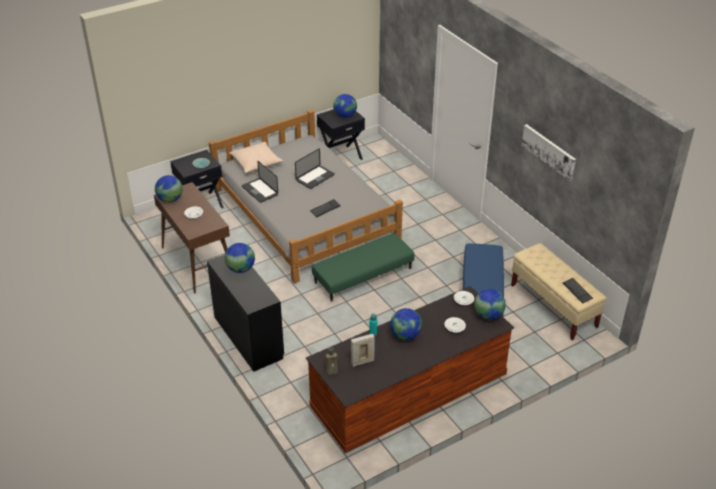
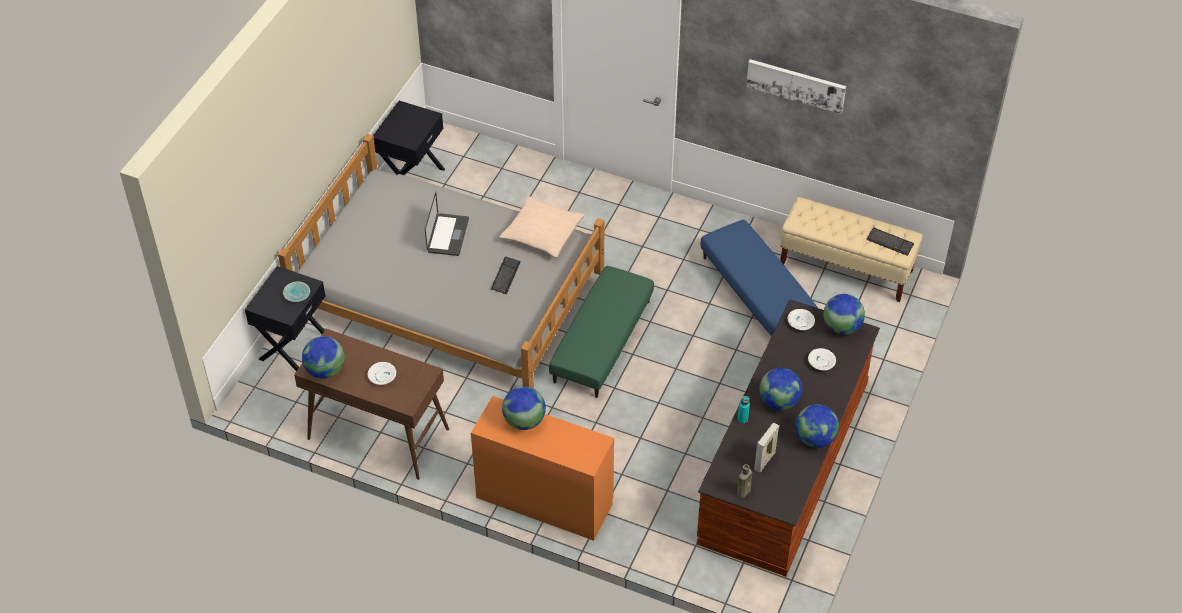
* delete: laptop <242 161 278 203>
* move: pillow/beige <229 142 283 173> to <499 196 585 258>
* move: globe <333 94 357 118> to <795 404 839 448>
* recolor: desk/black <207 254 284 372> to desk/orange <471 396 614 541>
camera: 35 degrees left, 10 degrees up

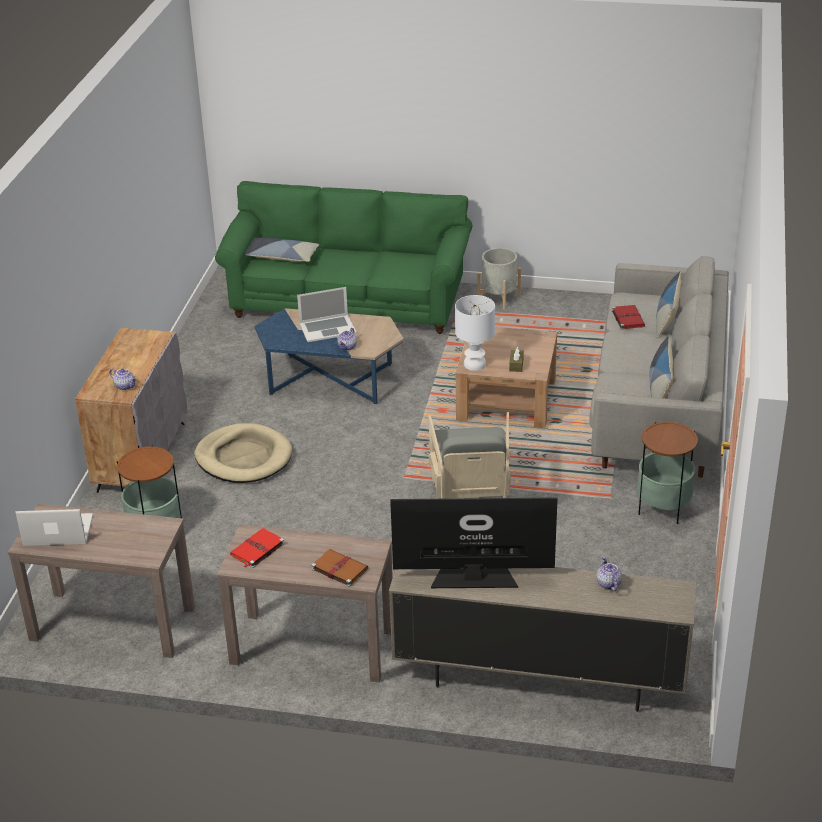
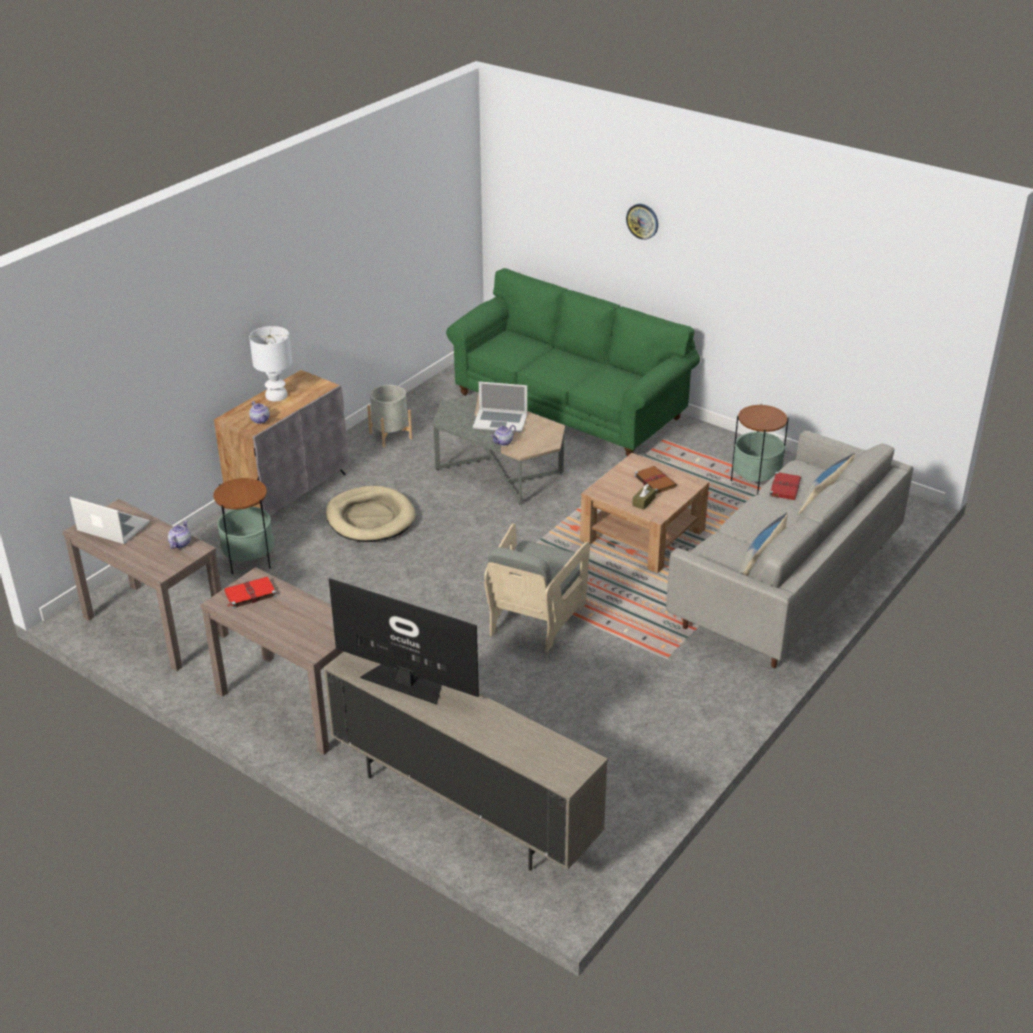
* delete: pillow <245 237 319 262>
* insert: wall clock <626 204 658 240>
* move: book/brown <312 549 368 587> to <634 466 677 494>
* move: table lamp/white <455 295 495 371> to <249 326 292 401>
* move: planter/grey <478 248 521 309> to <367 385 412 448>
* move: teapot <596 557 622 591> to <168 520 191 549>
* move: side table <636 422 698 524> to <731 404 789 495>
* recolor: coffee table/blue <255 308 404 404> to coffee table/grey <432 393 565 505>
camera: 25 degrees right, 0 degrees up

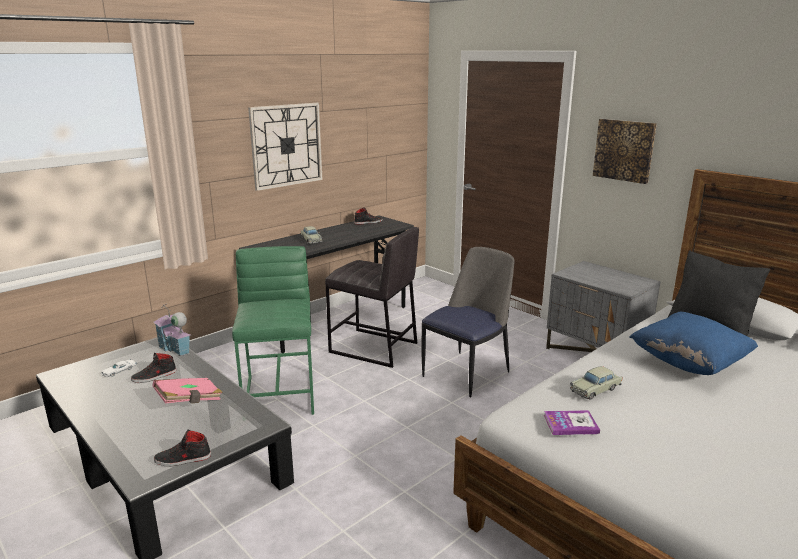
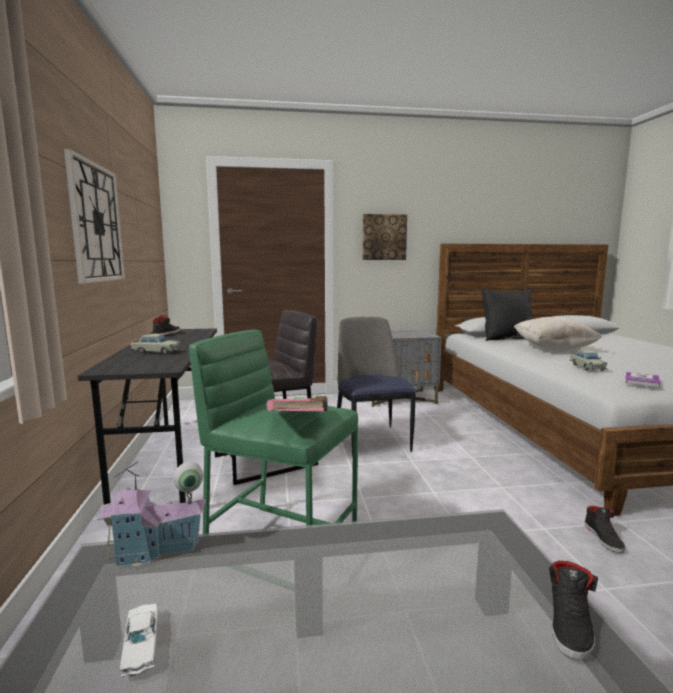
* move: shoe/black <131 353 176 383> to <584 506 625 553>
* move: book/pink <153 378 223 403> to <267 396 328 411>
* recolor: pillow/blue <629 312 758 375> to pillow/beige <514 317 602 351>
camera: 55 degrees left, 10 degrees down

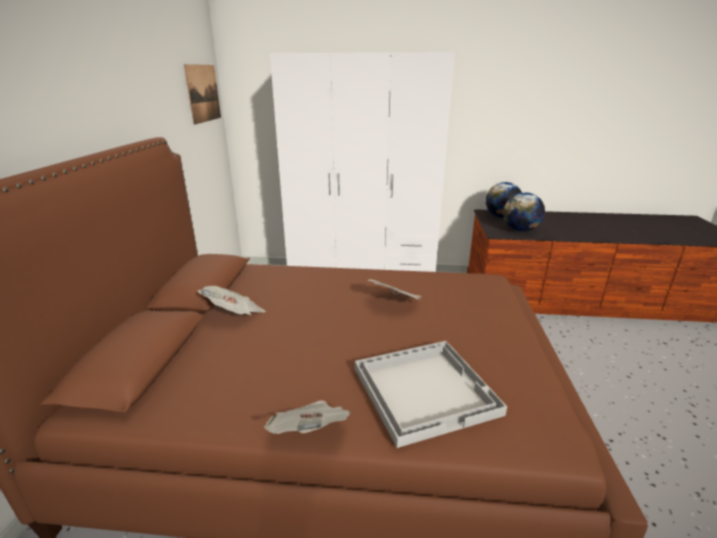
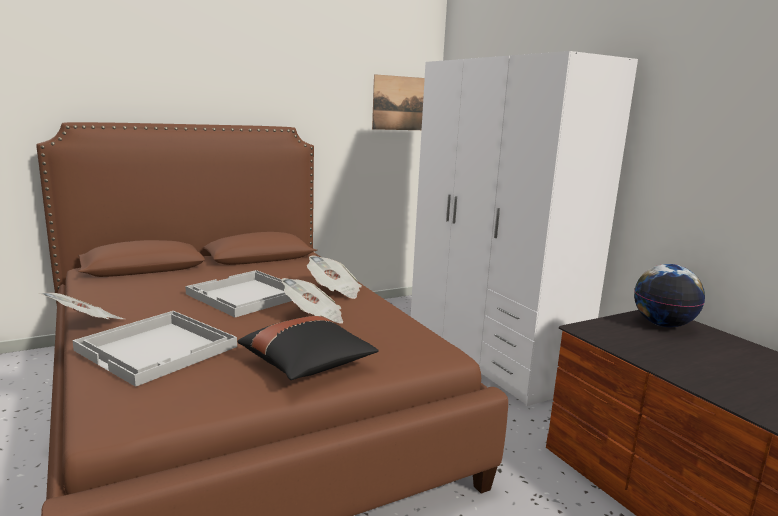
* delete: globe <503 192 545 232>
* insert: tray/white <185 270 292 317>
* insert: pillow/black <237 316 378 380>
* move: newspaper <198 286 266 315> to <307 255 362 299>
camera: 55 degrees right, 10 degrees down

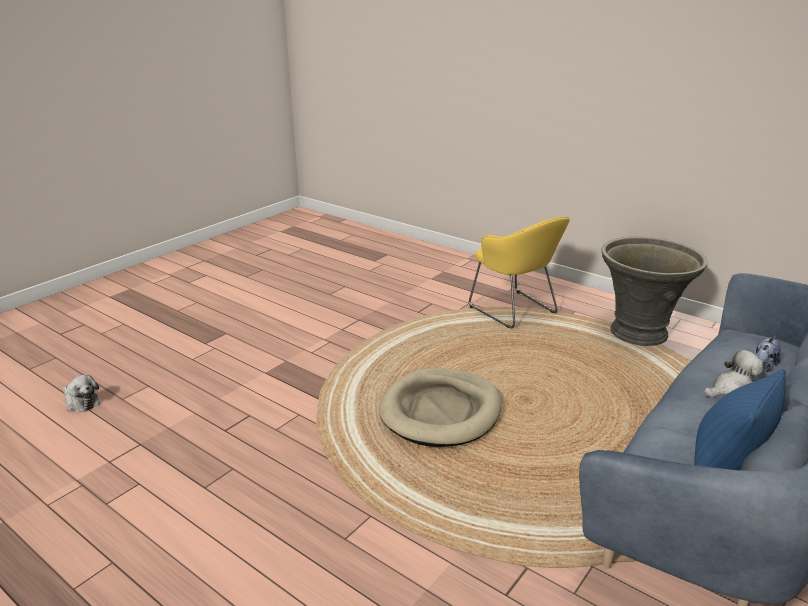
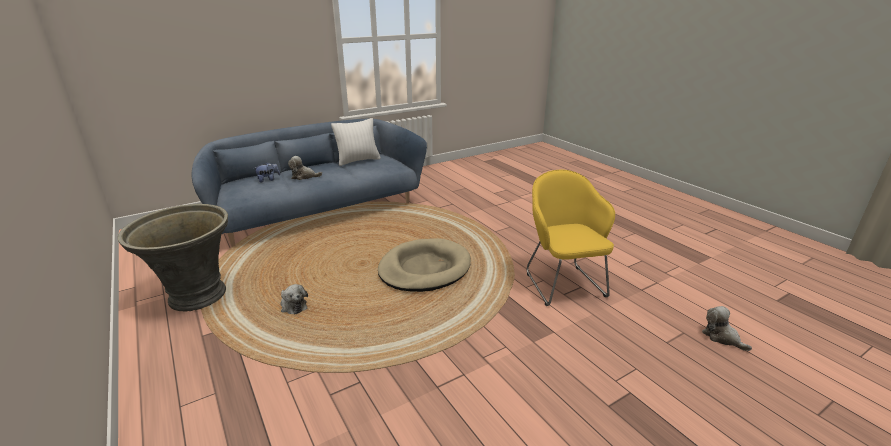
* insert: plush toy <281 284 308 314>
* move: armchair/yellow <469 217 570 329> to <527 170 615 306>
* recolor: pillow/blue <694 369 786 470> to pillow/white <331 118 381 166>
camera: 160 degrees left, 0 degrees up

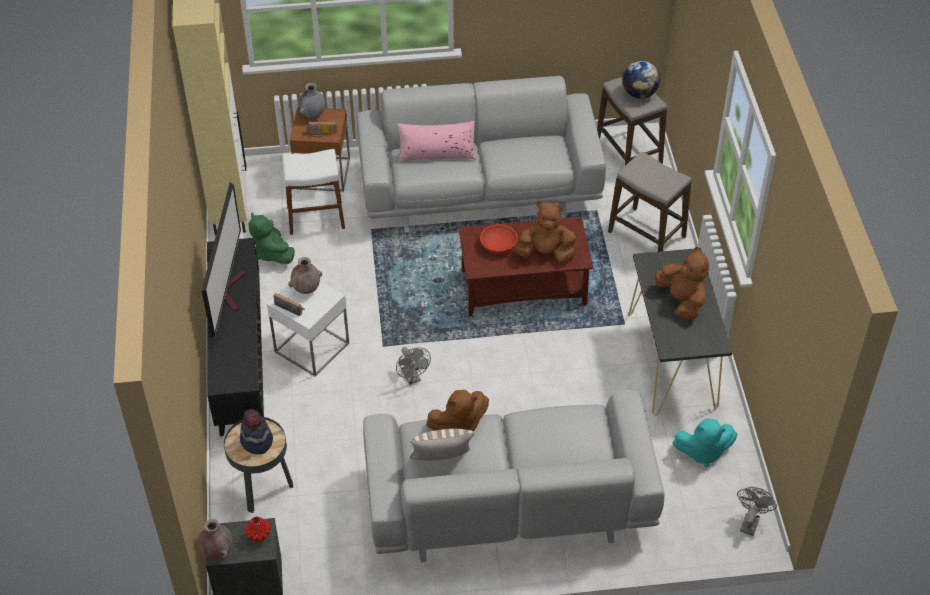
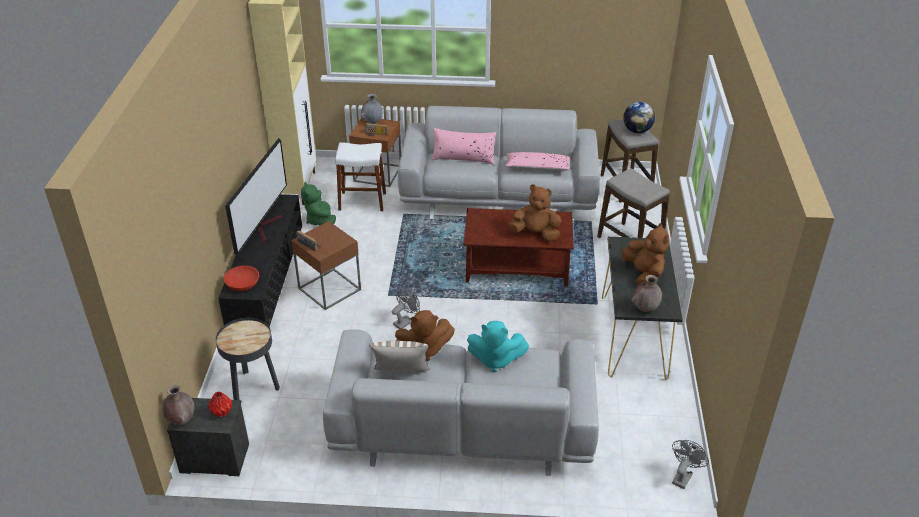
* delete: hat <240 409 273 454>
* insert: pillow/pink <505 152 570 171>
* move: vase/brown <288 257 322 294> to <631 275 663 312>
* move: bowl/red <480 224 518 254> to <224 266 259 291>
* move: plush toy/turquoise <673 418 737 467> to <467 321 529 372>
* recolor: side table/white <267 281 349 376> to side table/brown <291 221 361 310>
* rotate: fan/grey <396 347 431 385> = <392 287 420 329> 120 degrees counterclockwise
camera: 10 degrees right, 10 degrees down

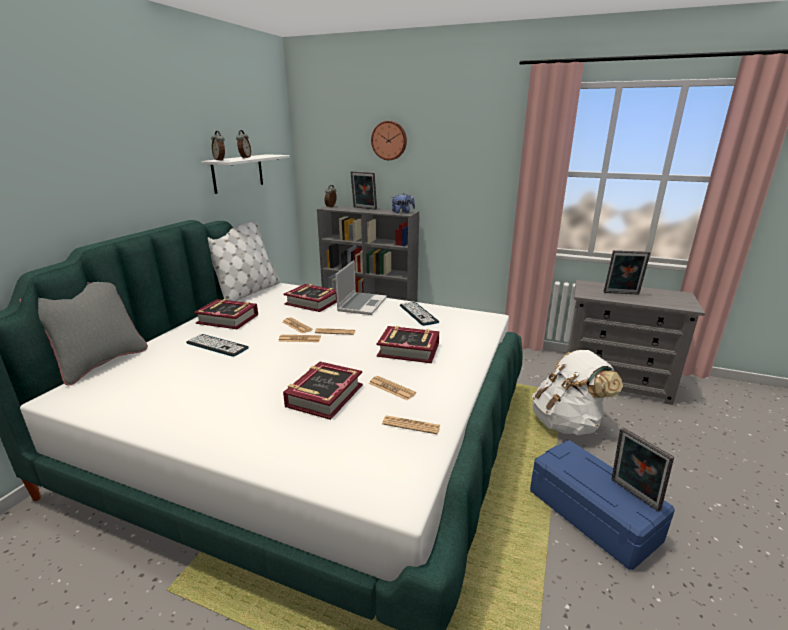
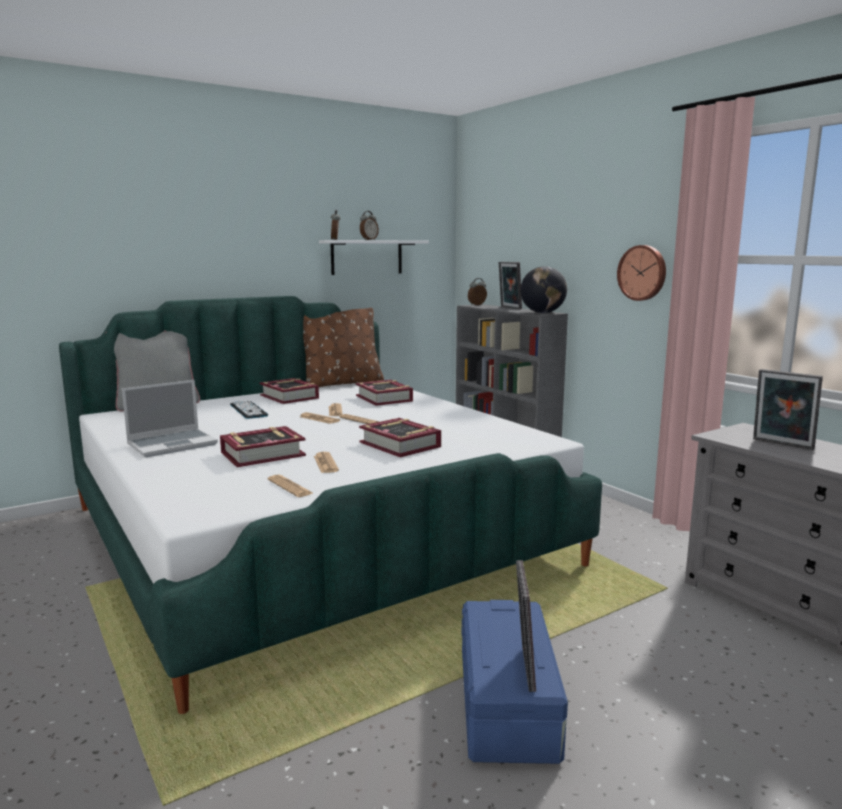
* delete: keyboard <400 302 439 326>
* delete: backpack/white <532 350 623 435>
* move: laptop <335 260 387 315> to <122 380 218 457>
* move: wall clock <371 121 407 160> to <617 245 666 301>
* replace: plush toy <391 193 415 213> to globe <520 266 567 313>
* recolor: pillow/white <208 220 280 301> to pillow/brown <303 308 384 387>
camera: 35 degrees right, 10 degrees down

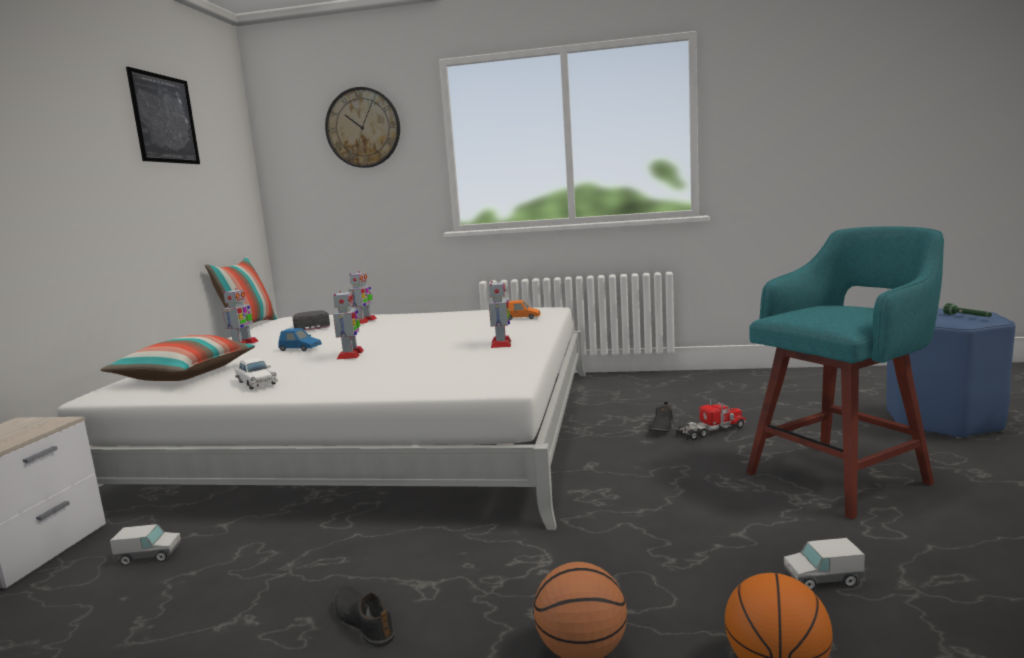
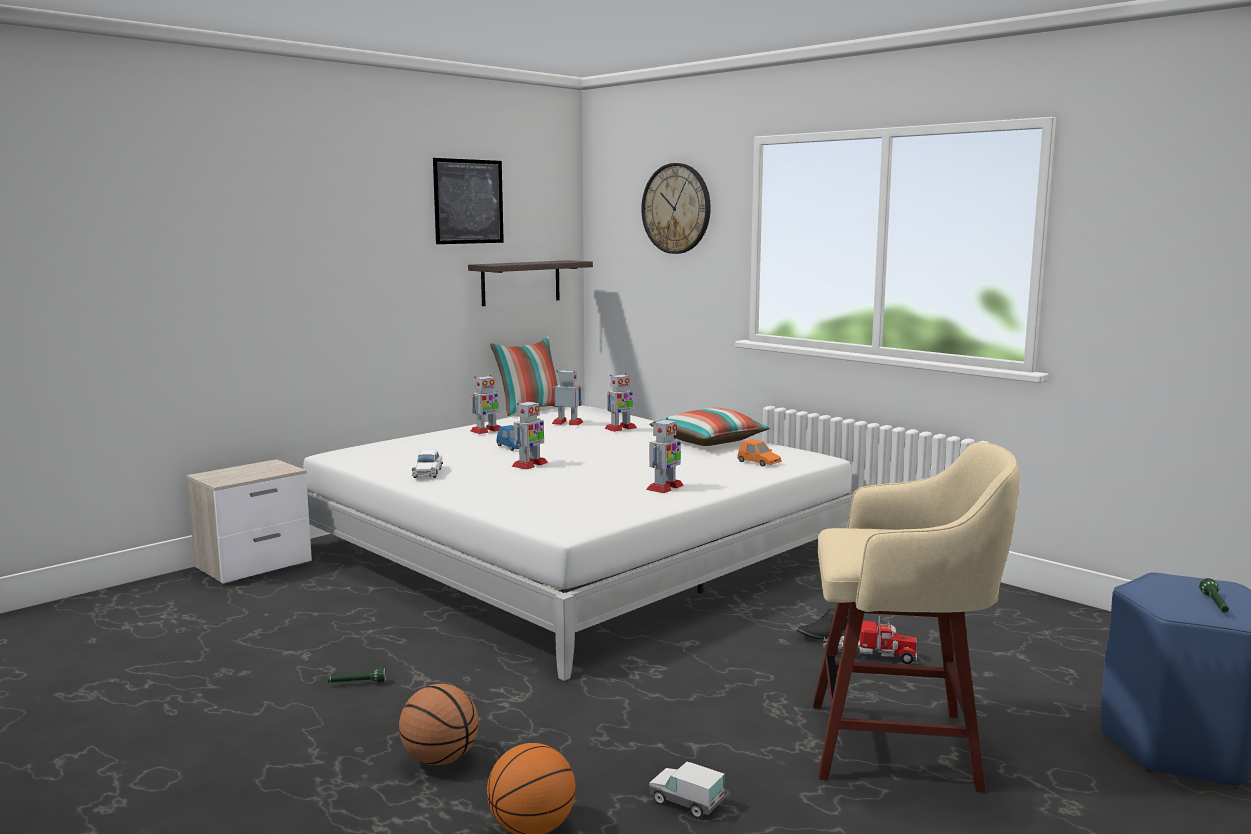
* delete: toy truck <110 524 181 566>
* insert: shelf <468 260 593 306>
* move: pillow <101 335 255 381> to <649 408 770 446>
* replace: cap/black <292 310 330 331> to toy robot <552 370 583 425>
* replace: shoe/black <333 586 394 646> to flashlight/green <328 668 386 683>
* recolor: stool/turquoise <746 226 944 519> to stool/beige <813 442 1020 792>
camera: 35 degrees right, 0 degrees up

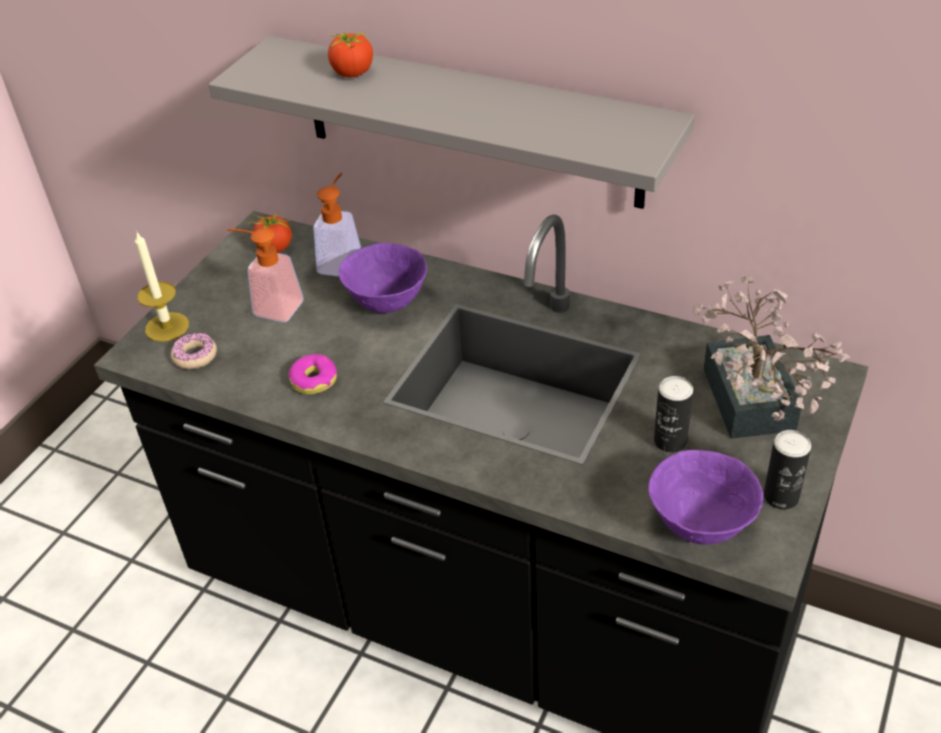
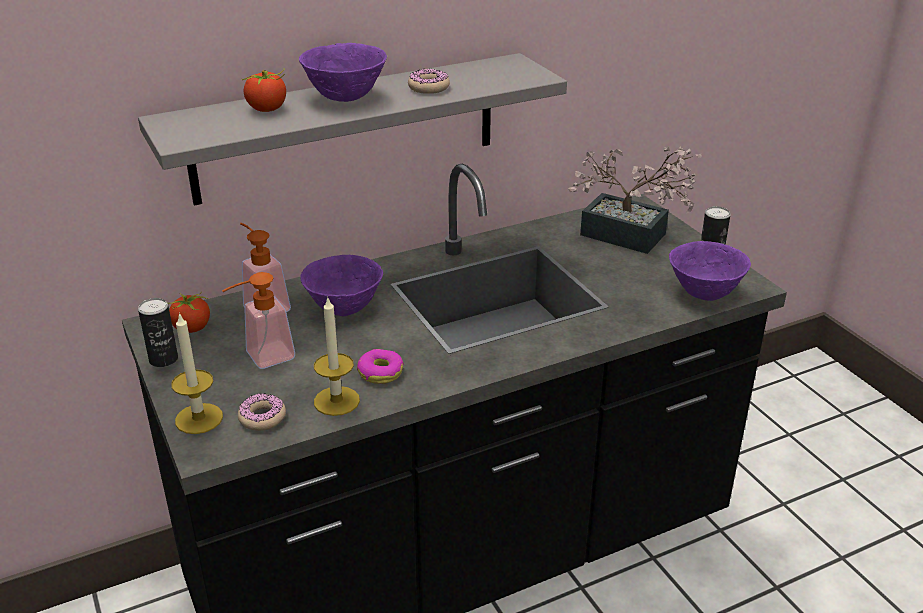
* insert: bowl/purple <299 43 387 102>
* insert: candle <314 297 360 416>
* insert: donut <408 69 450 94>
* move: can <654 376 693 453> to <138 298 178 367>
camera: 55 degrees left, 10 degrees down

